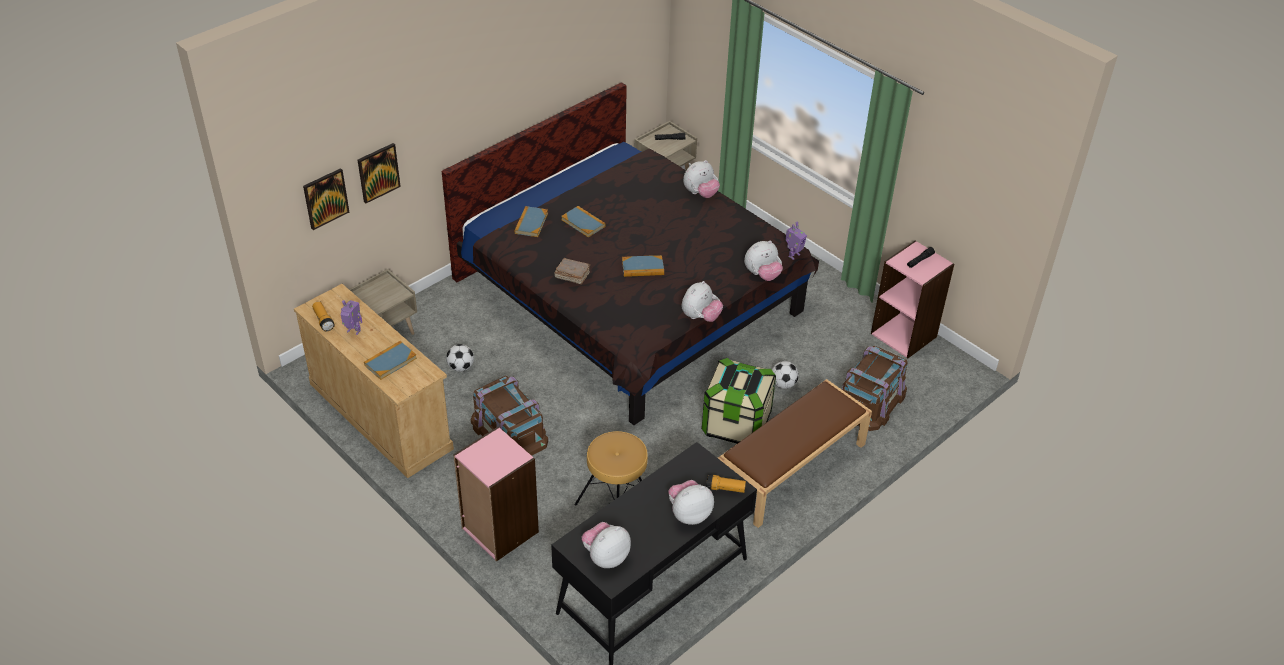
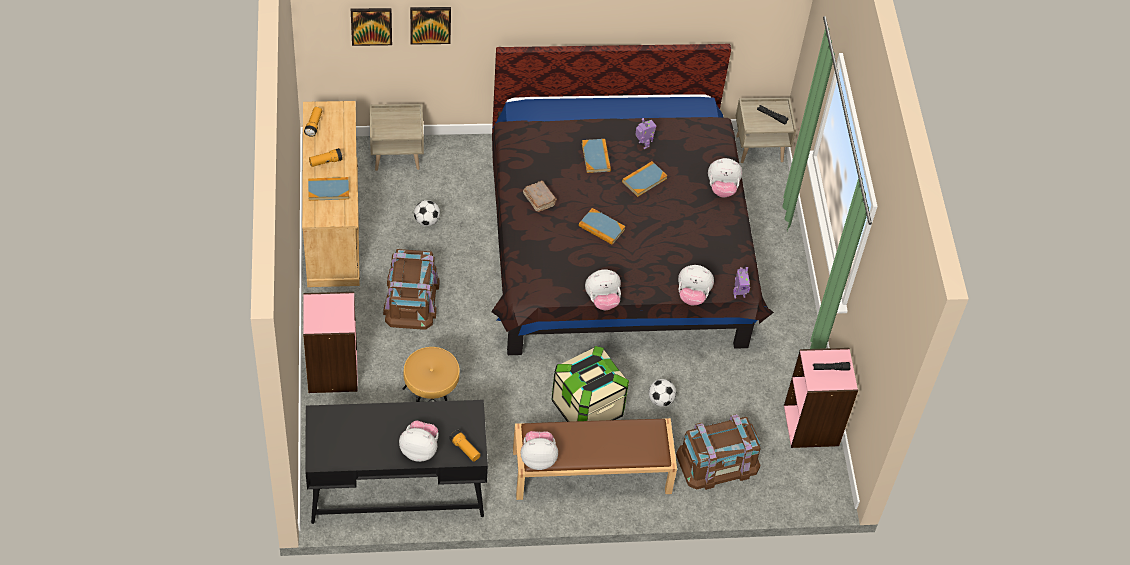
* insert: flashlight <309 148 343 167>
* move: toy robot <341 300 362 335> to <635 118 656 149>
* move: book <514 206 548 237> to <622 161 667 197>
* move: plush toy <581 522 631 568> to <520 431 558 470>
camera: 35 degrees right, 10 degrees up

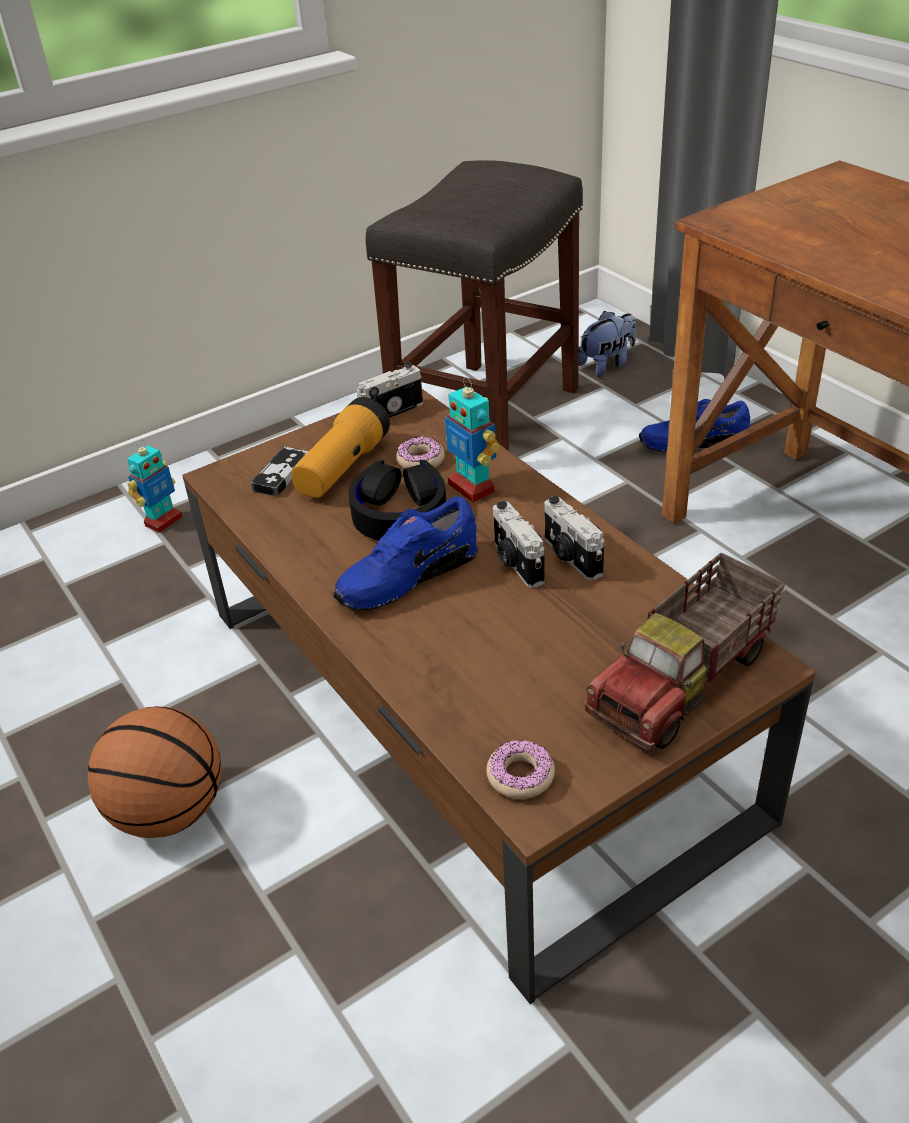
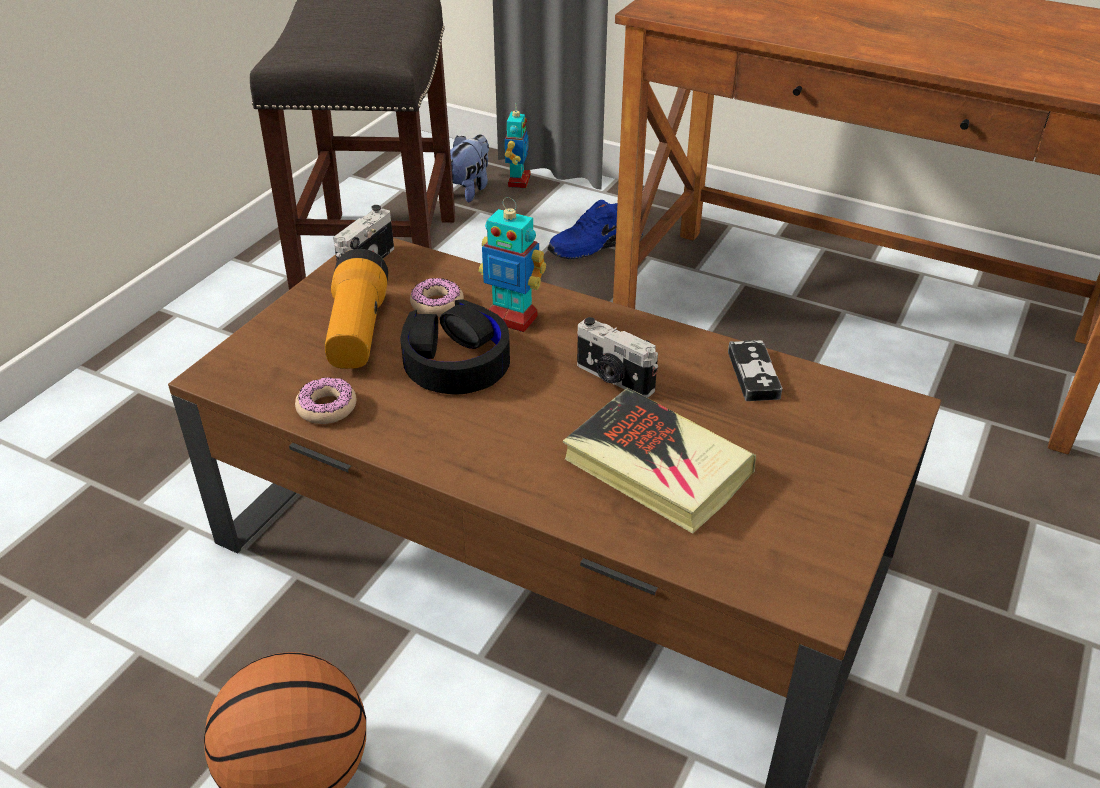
* delete: shoe/blue <333 496 478 611>
* delete: photo camera <544 496 604 581>
* delete: toy truck <585 553 785 751>
* insert: book <563 388 756 534>
* move: toy robot <127 440 183 533> to <505 103 531 188>
* move: game controller <250 446 308 497> to <728 340 782 401>
* move: donut <486 740 555 799> to <295 377 356 424>
camera: 30 degrees left, 0 degrees up

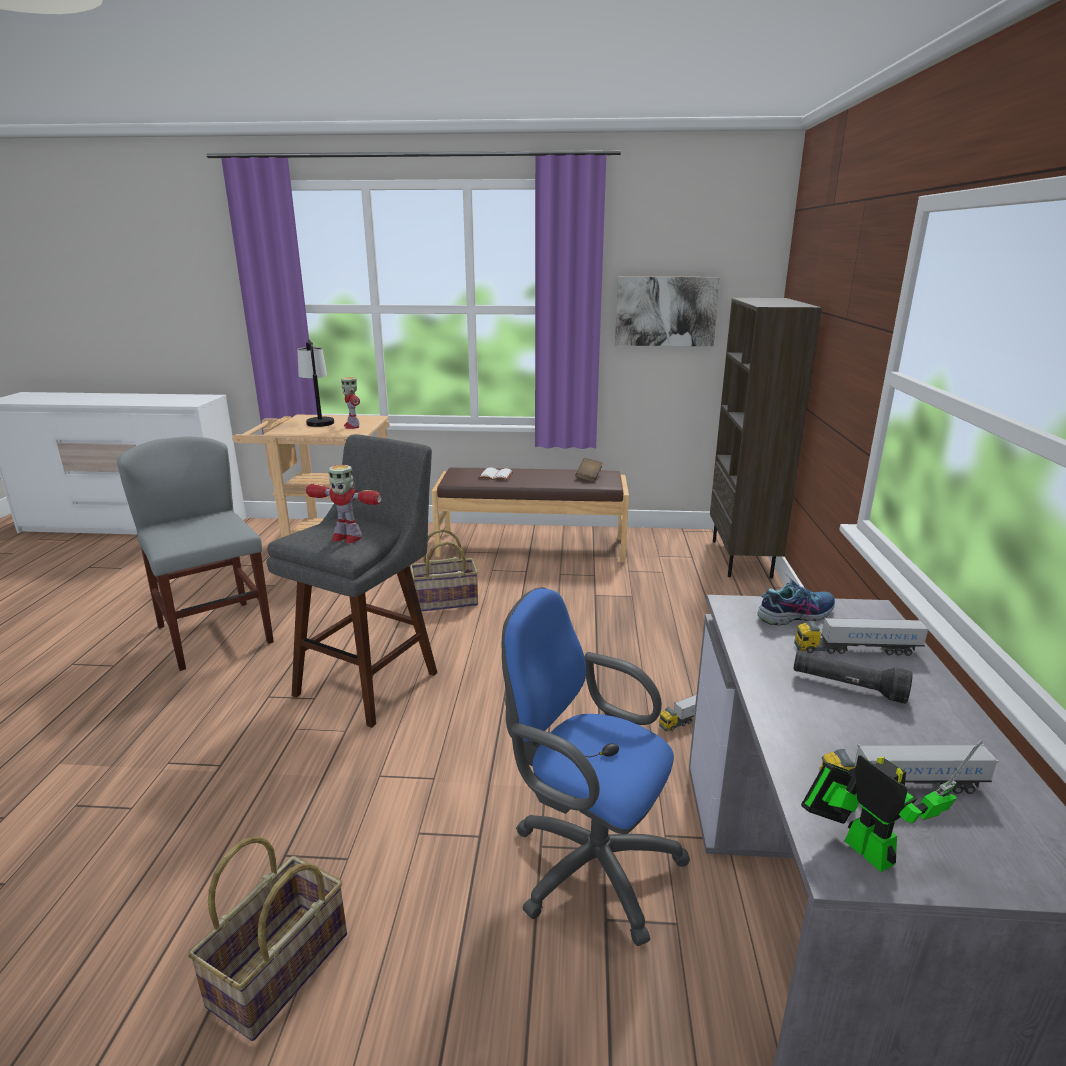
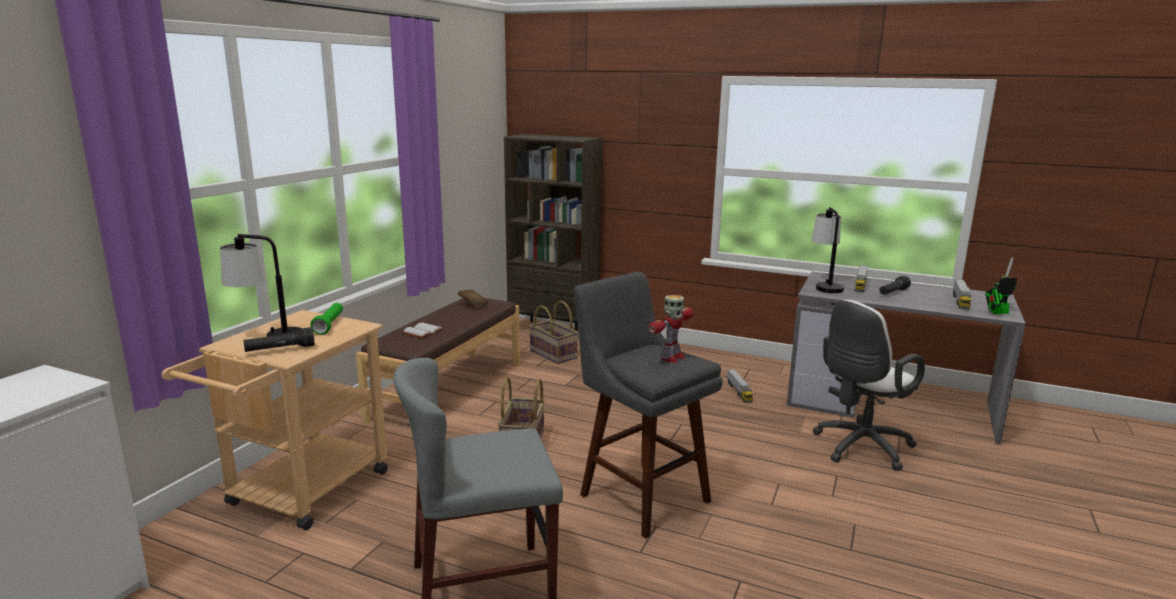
* delete: picture <615 277 720 346>
* insert: flashlight/black <243 327 315 352>
* move: basket <188 836 347 1041> to <529 301 578 364>
* replace: toy robot <341 377 360 429> to flashlight/green <310 303 343 335>
* replace: shoe <757 574 835 626> to table lamp <812 207 844 293>
* recolor: office chair/blue <502 587 690 946> to office chair/white <812 300 925 471>
camera: 70 degrees left, 5 degrees down

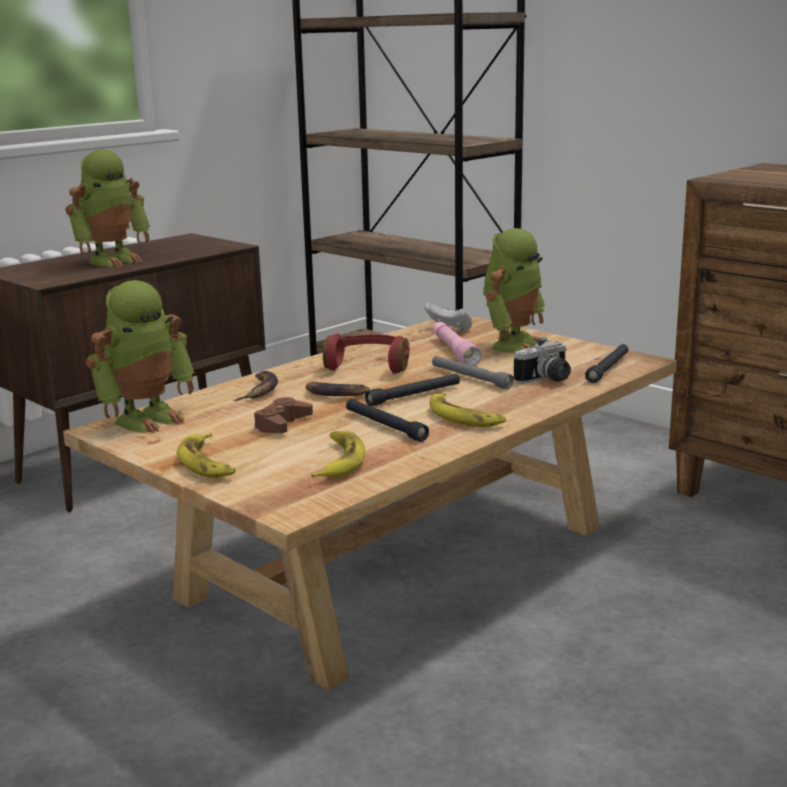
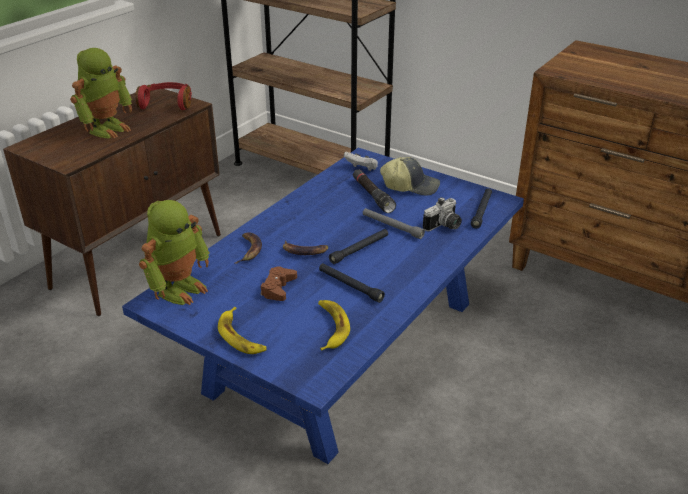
* delete: banana <429 392 506 427>
* move: headphones/red <323 333 410 374> to <135 82 192 110>
* replace: toy robot <483 228 545 353> to cap <380 157 440 196>
* recolor: coffee table/beige <63 316 677 690> to coffee table/blue <122 148 524 464>
* recolor: flashlight/pink <433 322 482 366> to flashlight/black <353 170 396 213>
camera: 10 degrees left, 15 degrees up

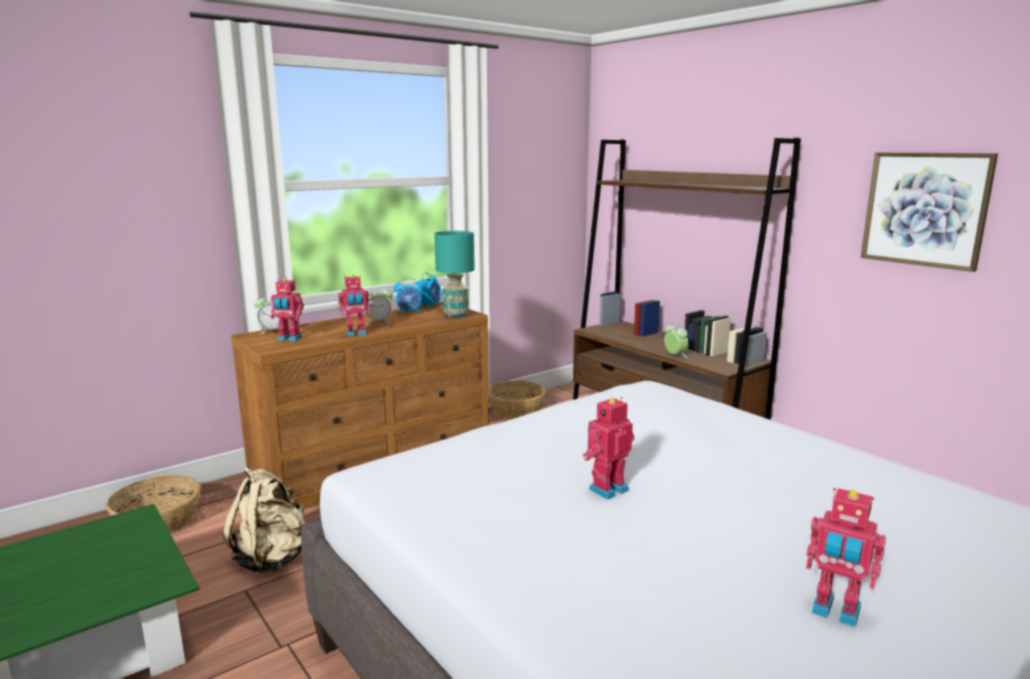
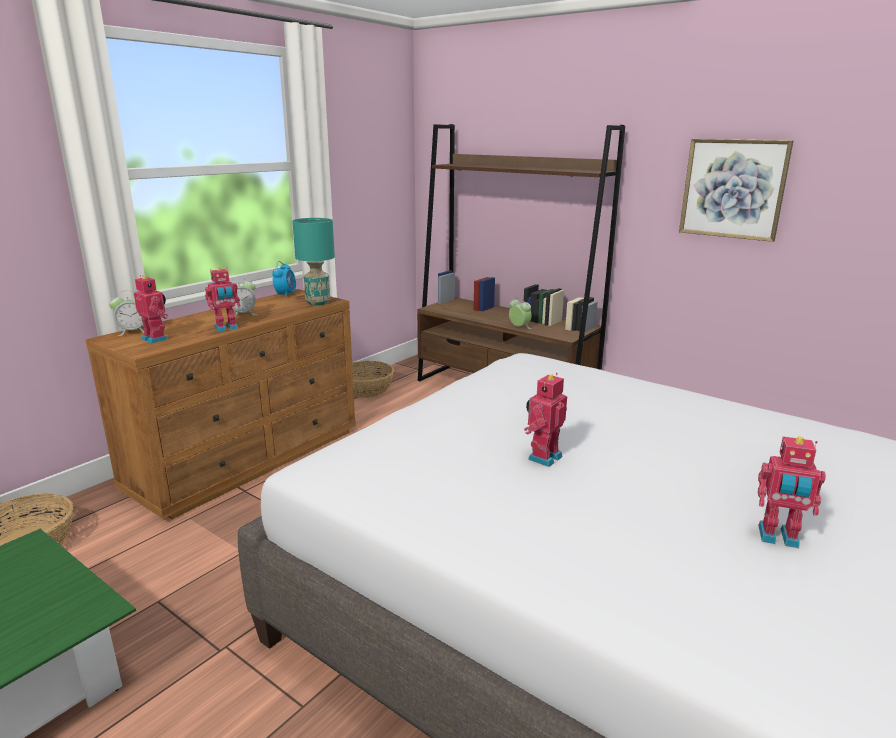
* delete: backpack/beige <223 467 305 573>
* delete: alarm clock <394 277 424 315>
* rotate: toy robot <270 278 304 341> = <134 275 168 344> 135 degrees counterclockwise
camera: 15 degrees left, 5 degrees up

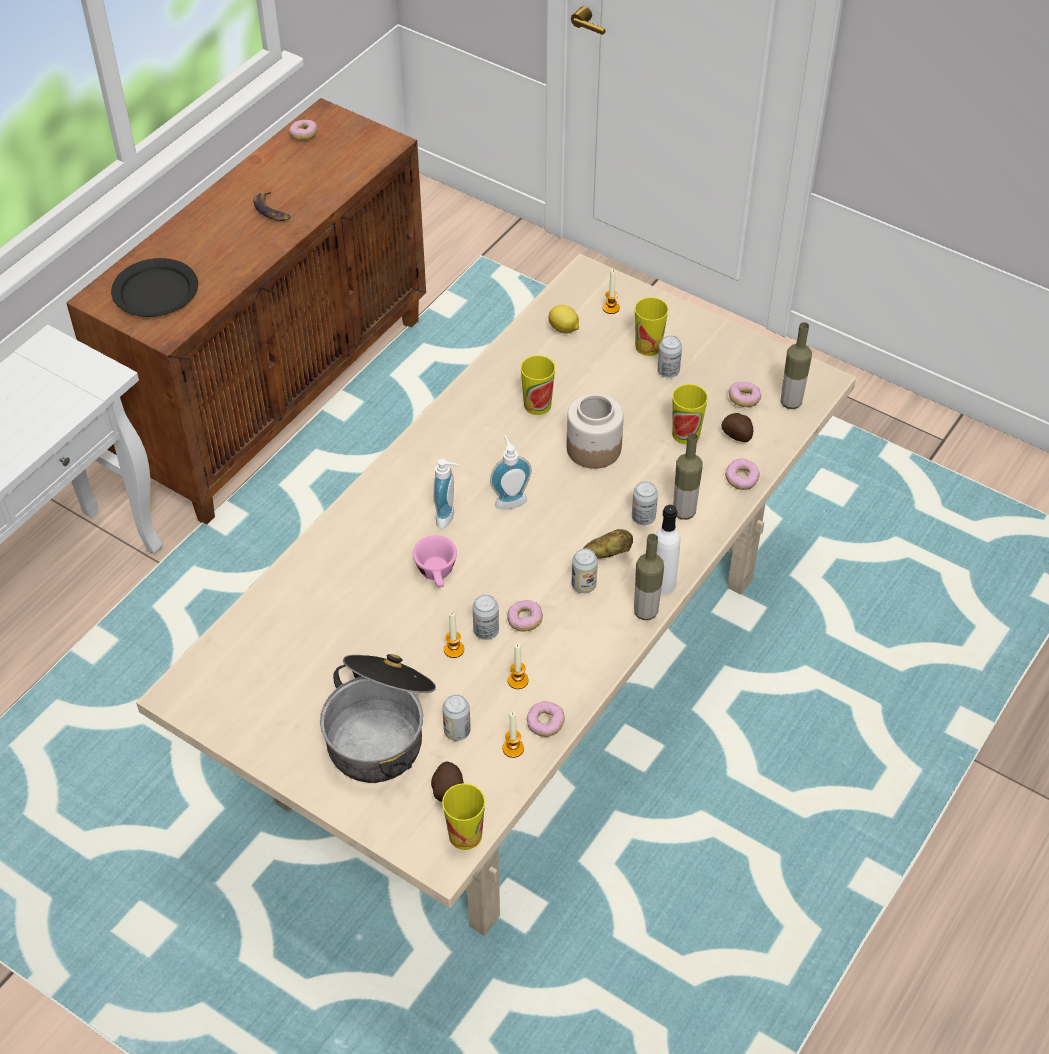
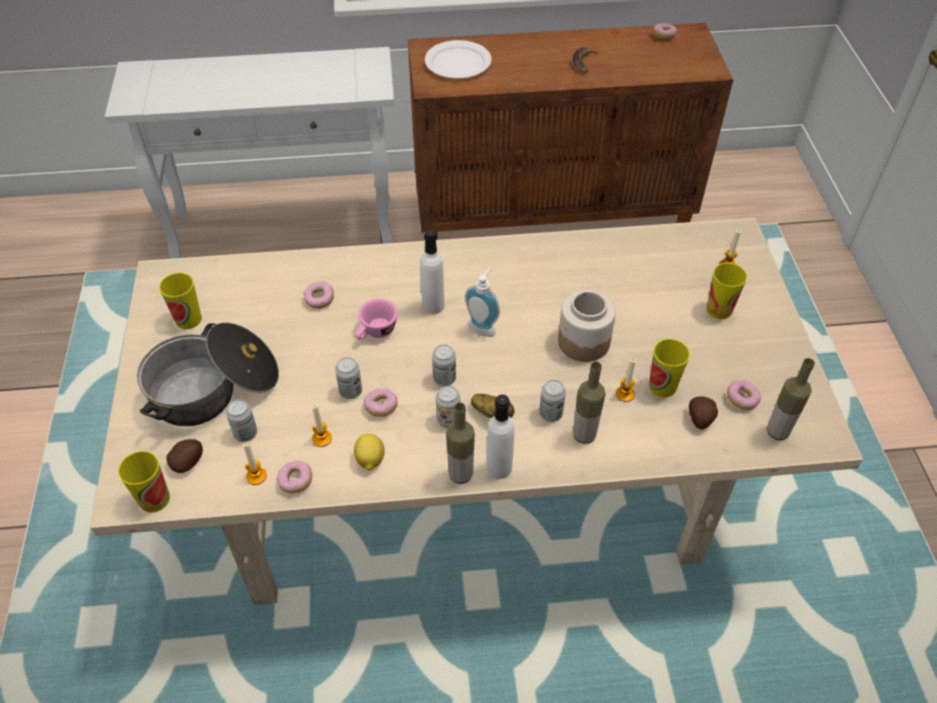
* move: candle <444 612 464 658> to <616 359 635 402>
* move: cup <521 355 555 415> to <159 273 202 329>
* move: lemon <548 305 579 334> to <354 434 385 471>
* move: can <657 335 682 378> to <432 345 456 386>
* move: donut <725 459 760 490> to <304 281 334 309>
* replace: soap dispenser <433 459 459 529> to bottle/white <420 229 444 314>
* recolor: plate/black <111 258 198 317> to plate/white <425 40 492 78>
camera: 50 degrees right, 0 degrees up

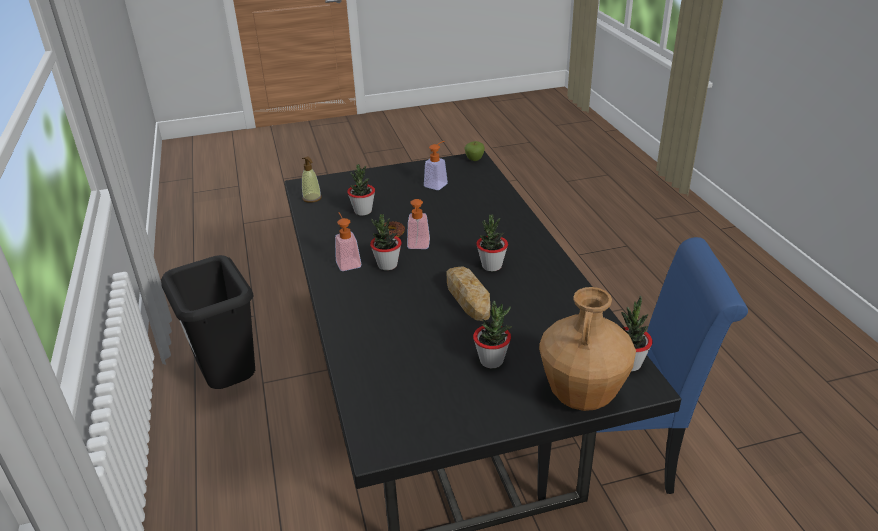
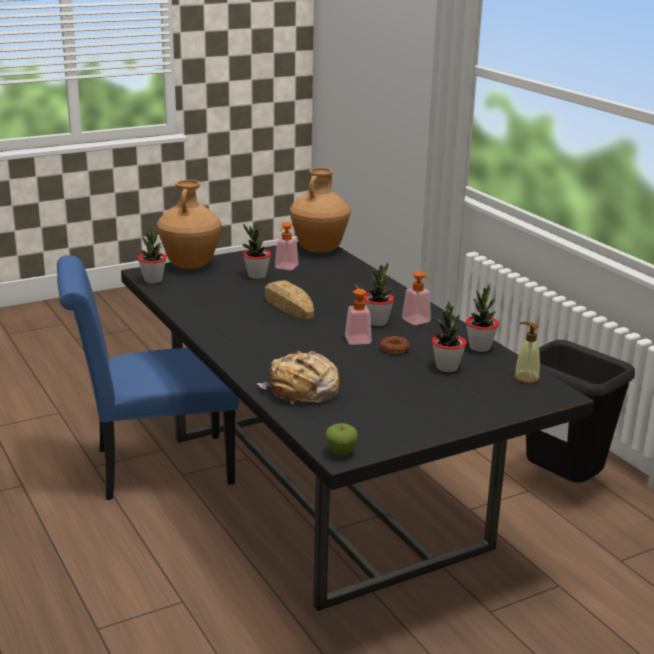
* insert: bread <257 351 339 404>
* insert: vase/brown <290 168 351 253>
* move: soap dispenser <424 141 448 190> to <275 222 299 270>
* move: potted plant <476 215 508 271> to <466 284 499 352>
camera: 165 degrees right, 10 degrees down

